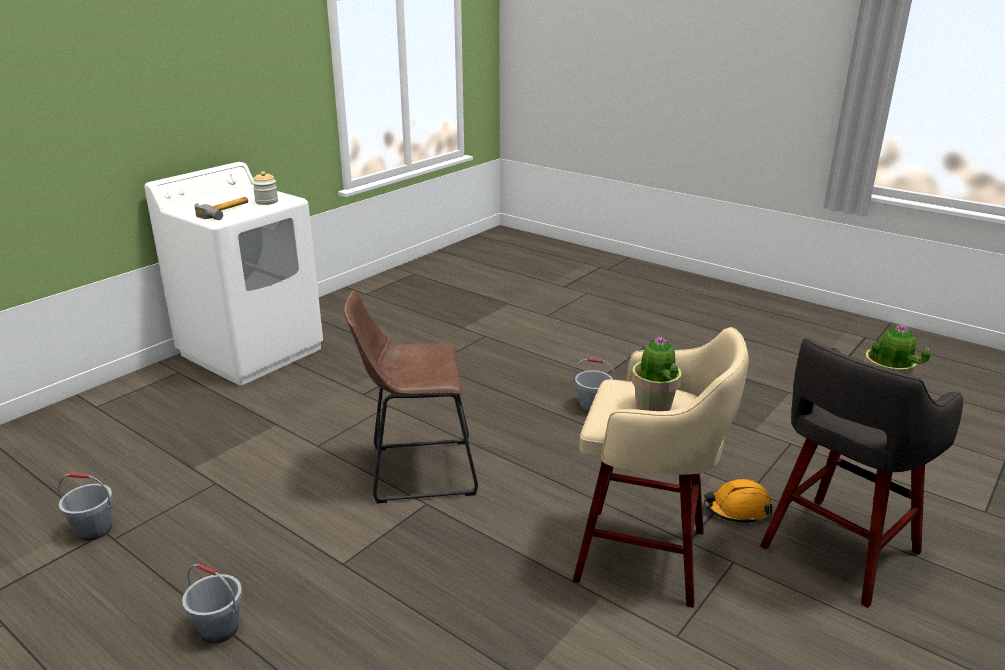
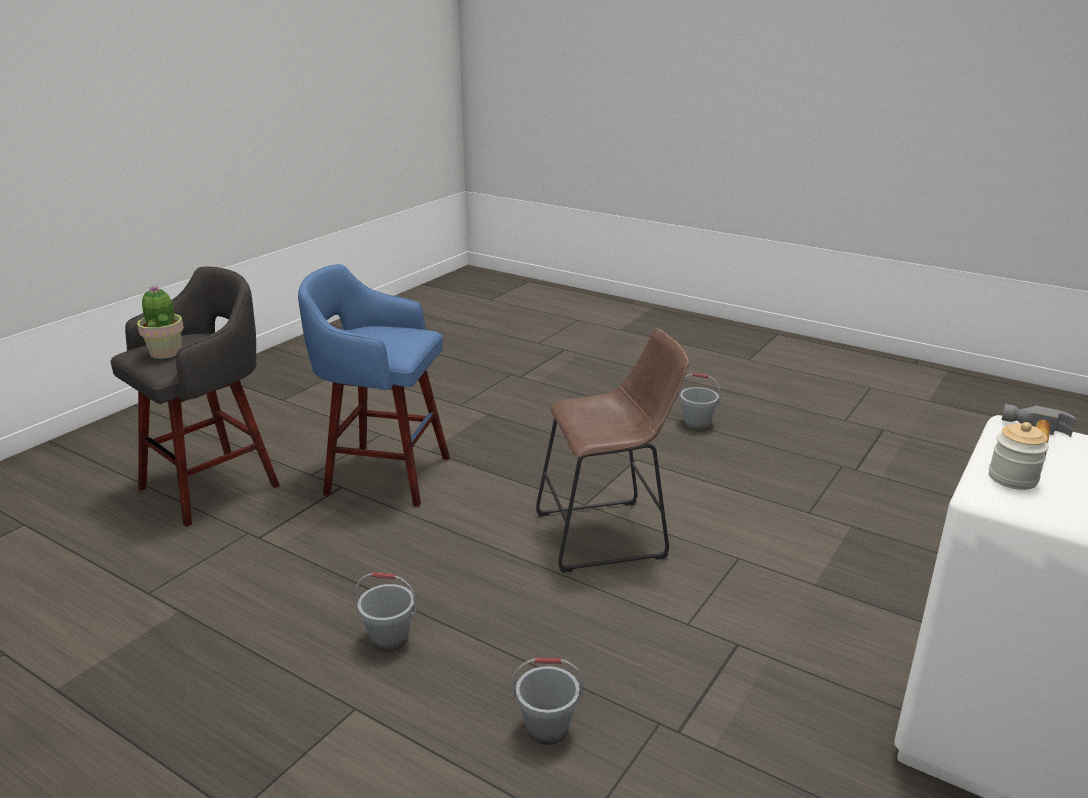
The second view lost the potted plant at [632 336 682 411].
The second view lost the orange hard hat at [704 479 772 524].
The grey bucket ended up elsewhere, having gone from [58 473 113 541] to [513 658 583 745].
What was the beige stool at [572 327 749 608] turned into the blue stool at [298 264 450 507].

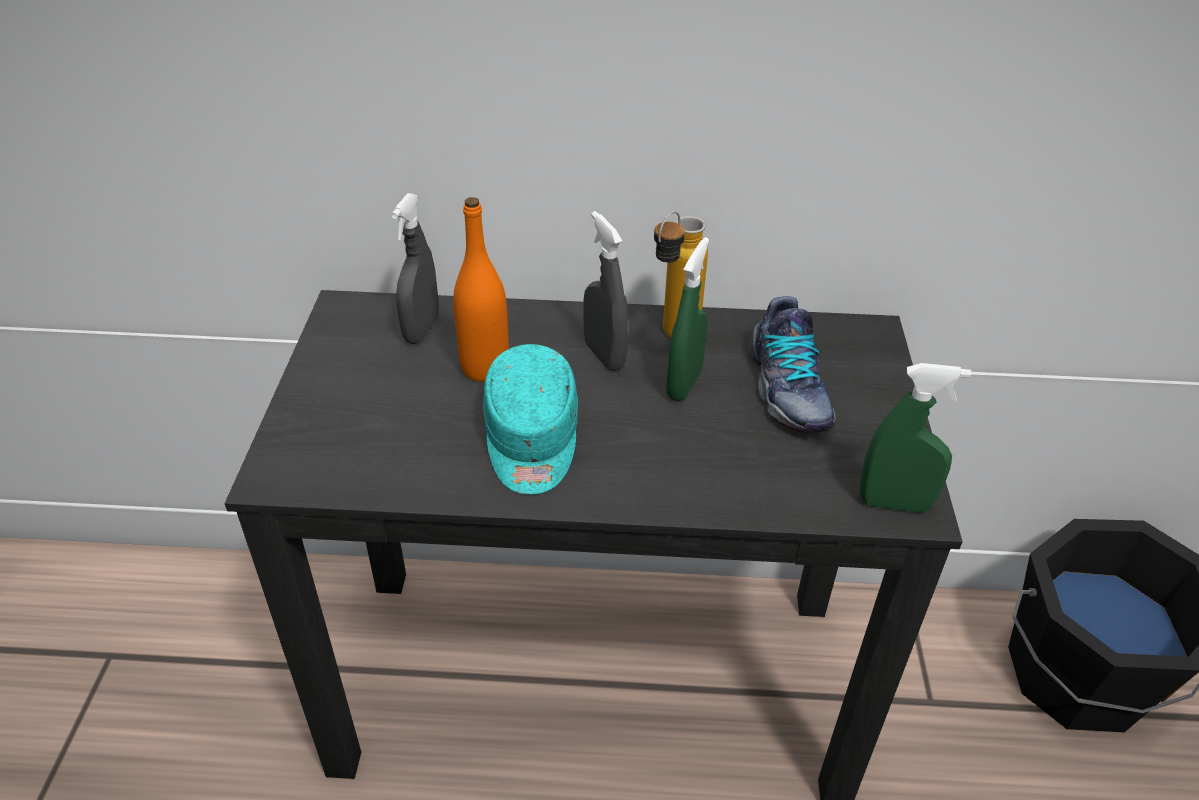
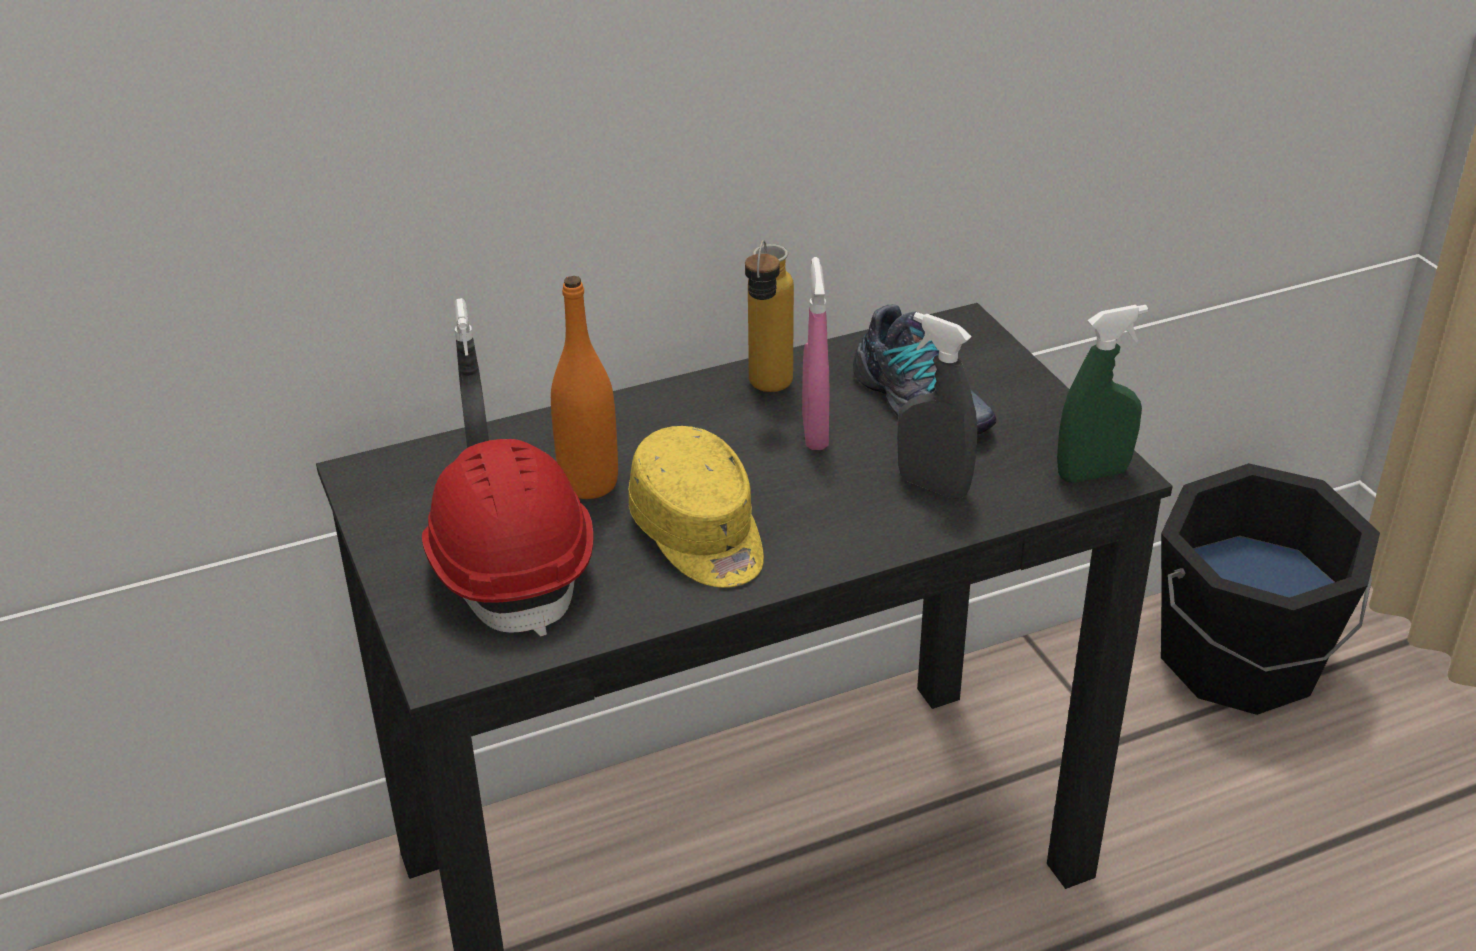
The second view gained the red hard hat at [422 439 594 636].
The grey spray bottle ended up elsewhere, having gone from [583 211 628 371] to [897 312 977 499].
What was the turquoise cap at [483 344 578 495] turned into the yellow cap at [629 426 764 588].
What was the green spray bottle at [666 237 709 401] turned into the pink spray bottle at [802 257 830 450].

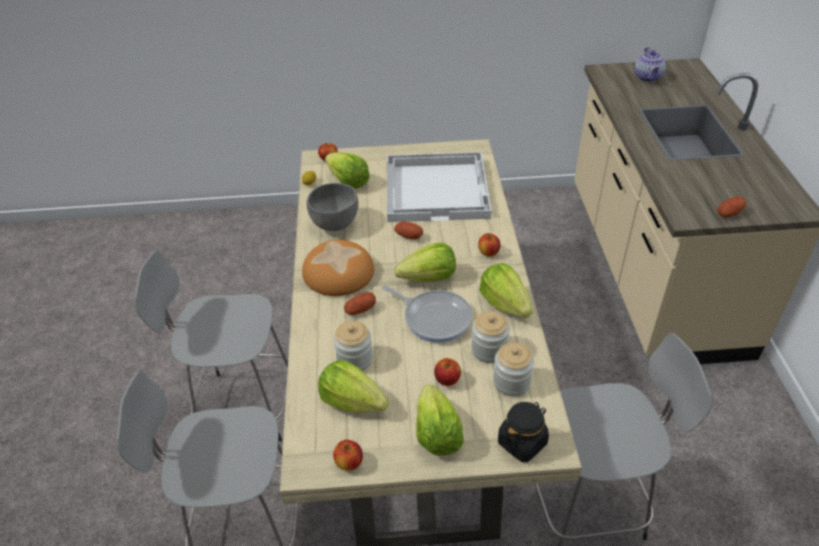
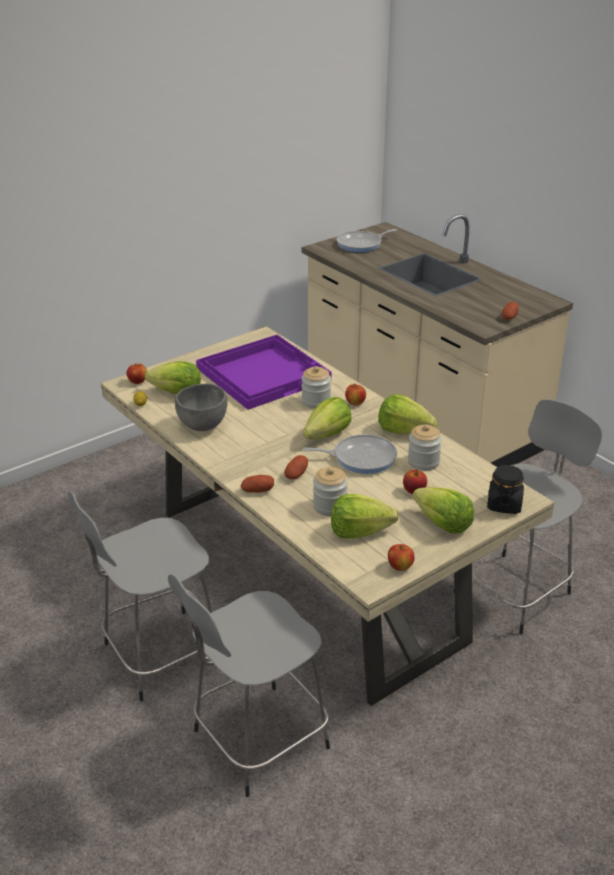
The second view lost the bread at [302 240 374 296].
The potato ended up elsewhere, having gone from [394 222 423 240] to [241 475 274 493].
The jar ended up elsewhere, having gone from [493 343 534 396] to [301 366 331 408].
Where the teapot stood at [634 47 666 82], the frying pan came to stand at [337 229 397 253].
What was the white tray at [387 152 491 222] turned into the purple tray at [196 335 332 410].

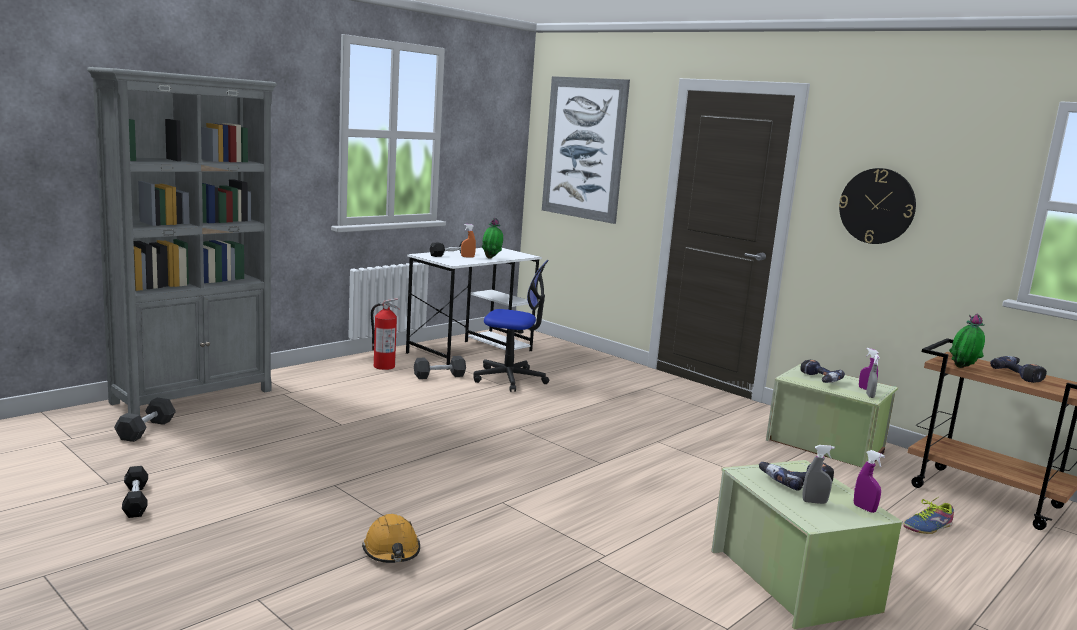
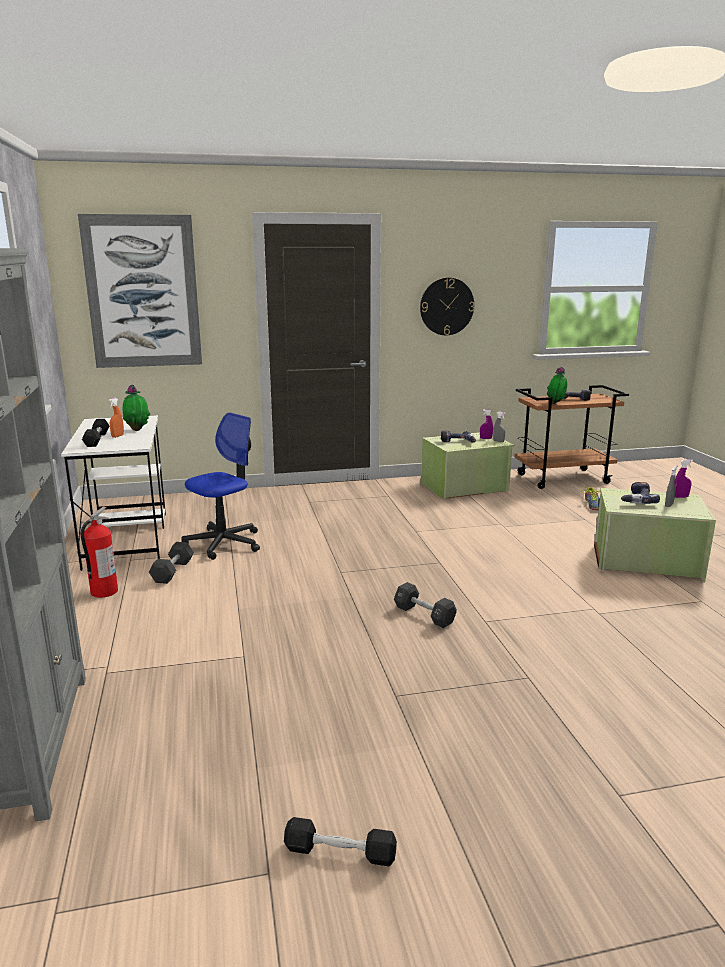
The second view lost the orange hard hat at [362 514 420 563].
The black dumbbell ended up elsewhere, having gone from [114 398 176 442] to [394 582 457 628].

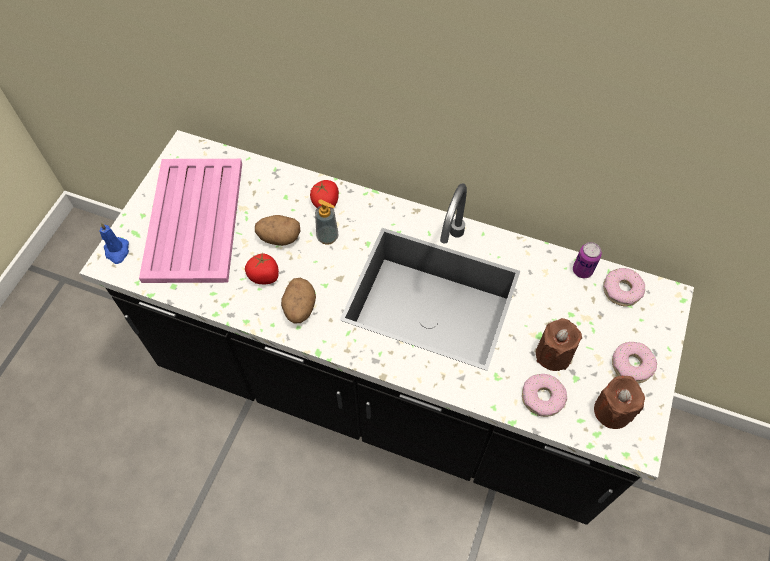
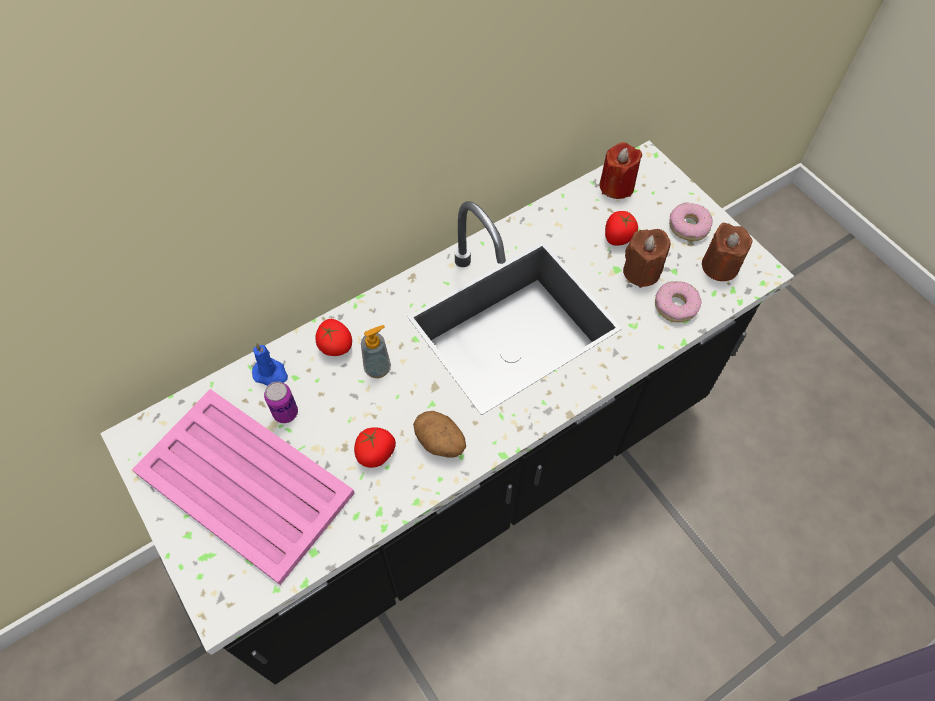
The second view lost the potato at [255 215 300 246].
The second view gained the tomato at [605 211 638 246].
The blue candle ended up elsewhere, having gone from [99 223 129 264] to [252 343 288 386].
The can ended up elsewhere, having gone from [573 242 602 278] to [264 381 298 423].
Where the donut stood at [603 268 645 307], the red candle came to stand at [599 142 642 199].

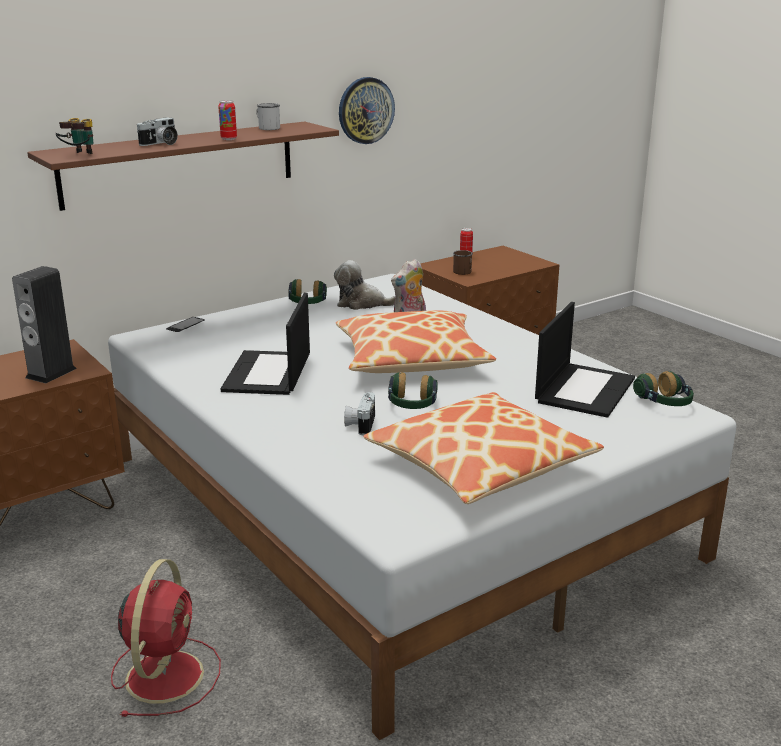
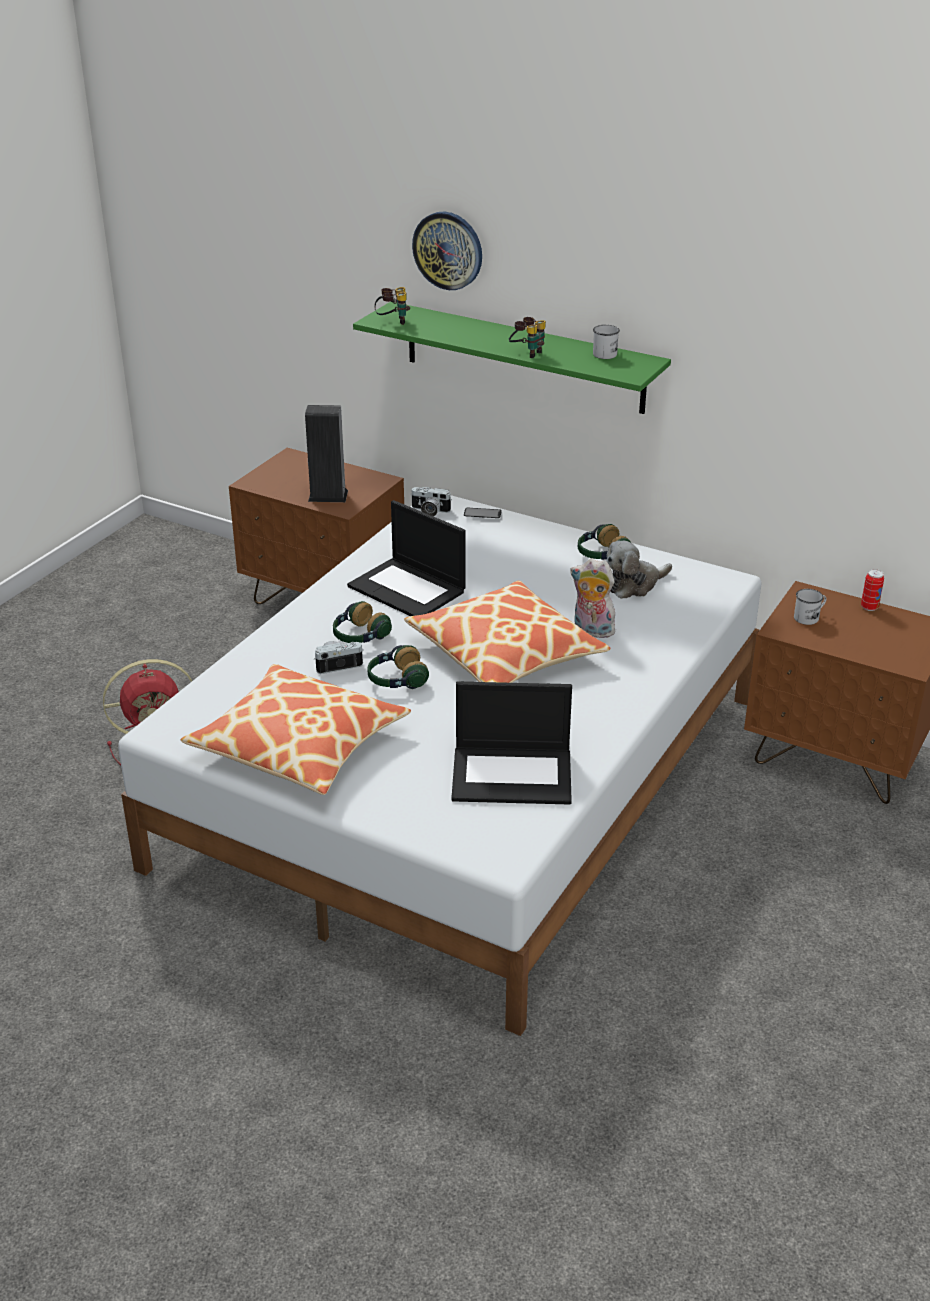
The photo camera ended up elsewhere, having gone from [137 117 178 146] to [410 487 451 517].
The wall clock ended up elsewhere, having gone from [339 77 395 144] to [412 211 482 290].
The headphones ended up elsewhere, having gone from [633 371 694 406] to [333 601 392 643].
Where the can stood at [218 100 237 140], the binoculars came to stand at [509 317 546 358].
What was the brown shelf at [27 122 339 211] turned into the green shelf at [353 302 671 414].
What was the brown mug at [453 250 473 275] turned into the white mug at [794 589 827 625].
The laptop at [220 293 310 395] ended up facing another way, 120 degrees counterclockwise from before.
The plush toy at [334 260 396 310] ended up facing another way, 105 degrees counterclockwise from before.

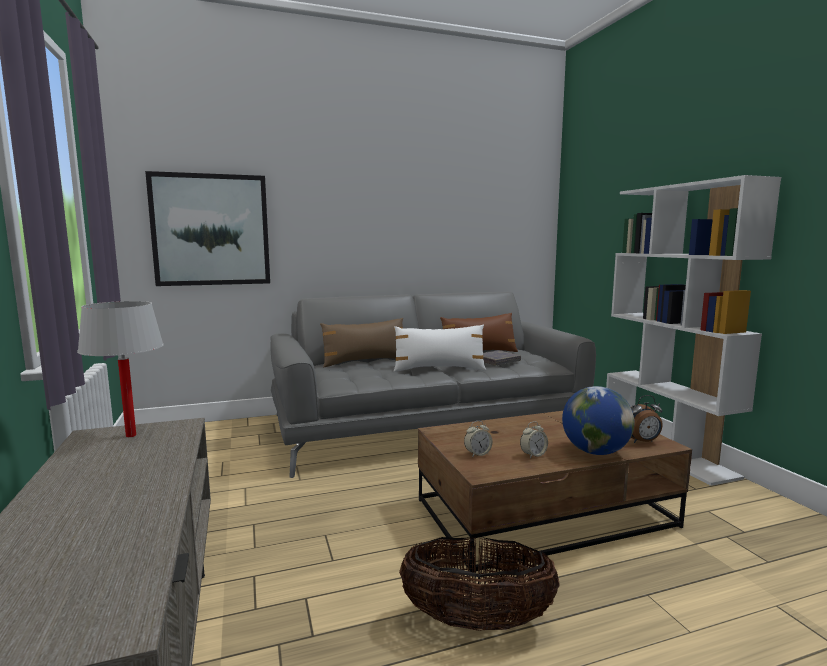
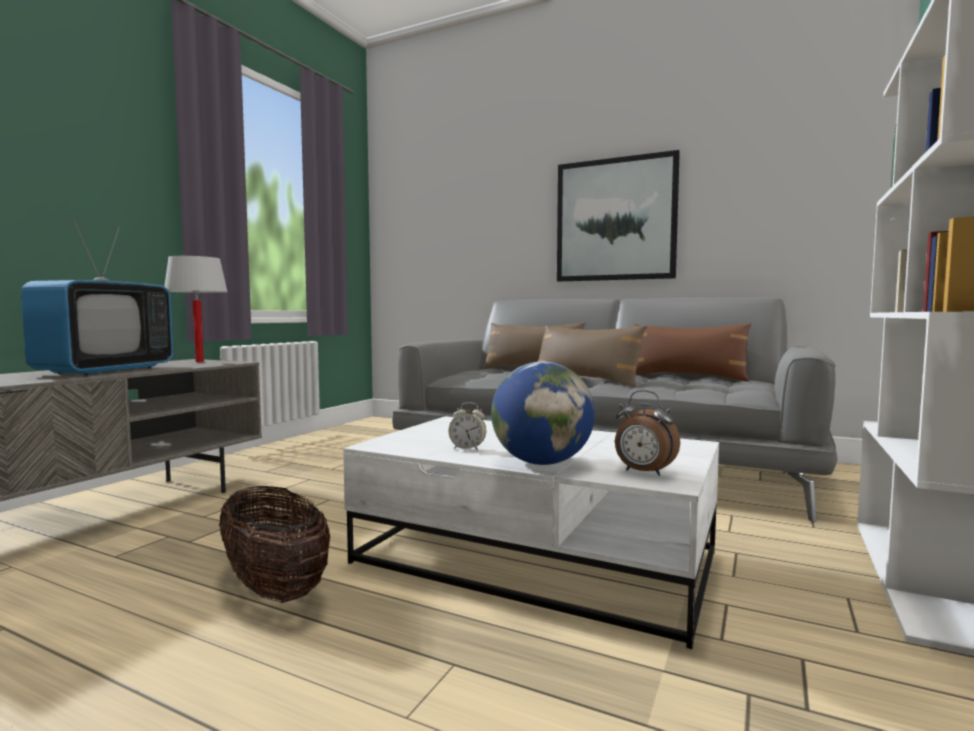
The second view lost the alarm clock at [464 421 493 457].
The second view lost the grey book at [483 350 521 365].
The second view gained the television at [21 218 174 375].
The picture ended up elsewhere, having gone from [145 171 270 286] to [557 150 680 281].
What was the white pillow at [394 325 486 372] turned into the brown pillow at [538 325 647 387].
What was the brown coffee table at [418 411 692 572] turned into the white coffee table at [343 416 719 649].

